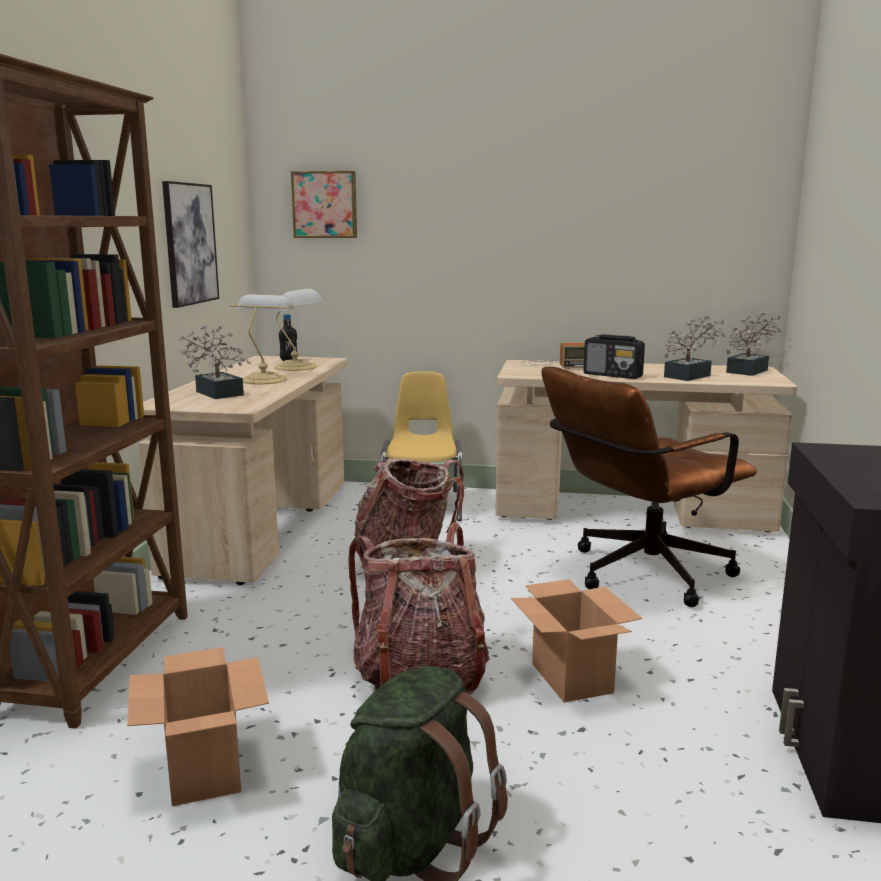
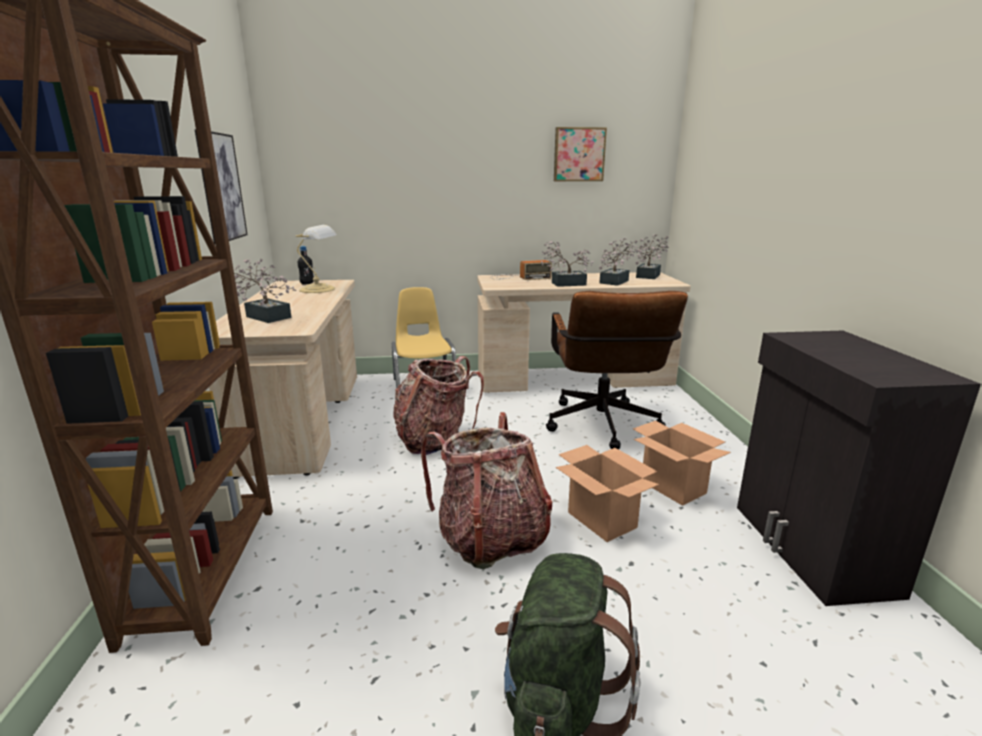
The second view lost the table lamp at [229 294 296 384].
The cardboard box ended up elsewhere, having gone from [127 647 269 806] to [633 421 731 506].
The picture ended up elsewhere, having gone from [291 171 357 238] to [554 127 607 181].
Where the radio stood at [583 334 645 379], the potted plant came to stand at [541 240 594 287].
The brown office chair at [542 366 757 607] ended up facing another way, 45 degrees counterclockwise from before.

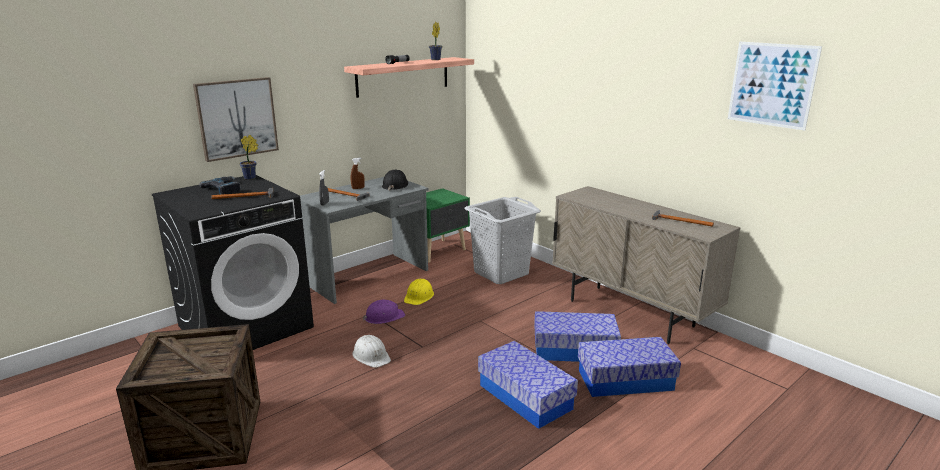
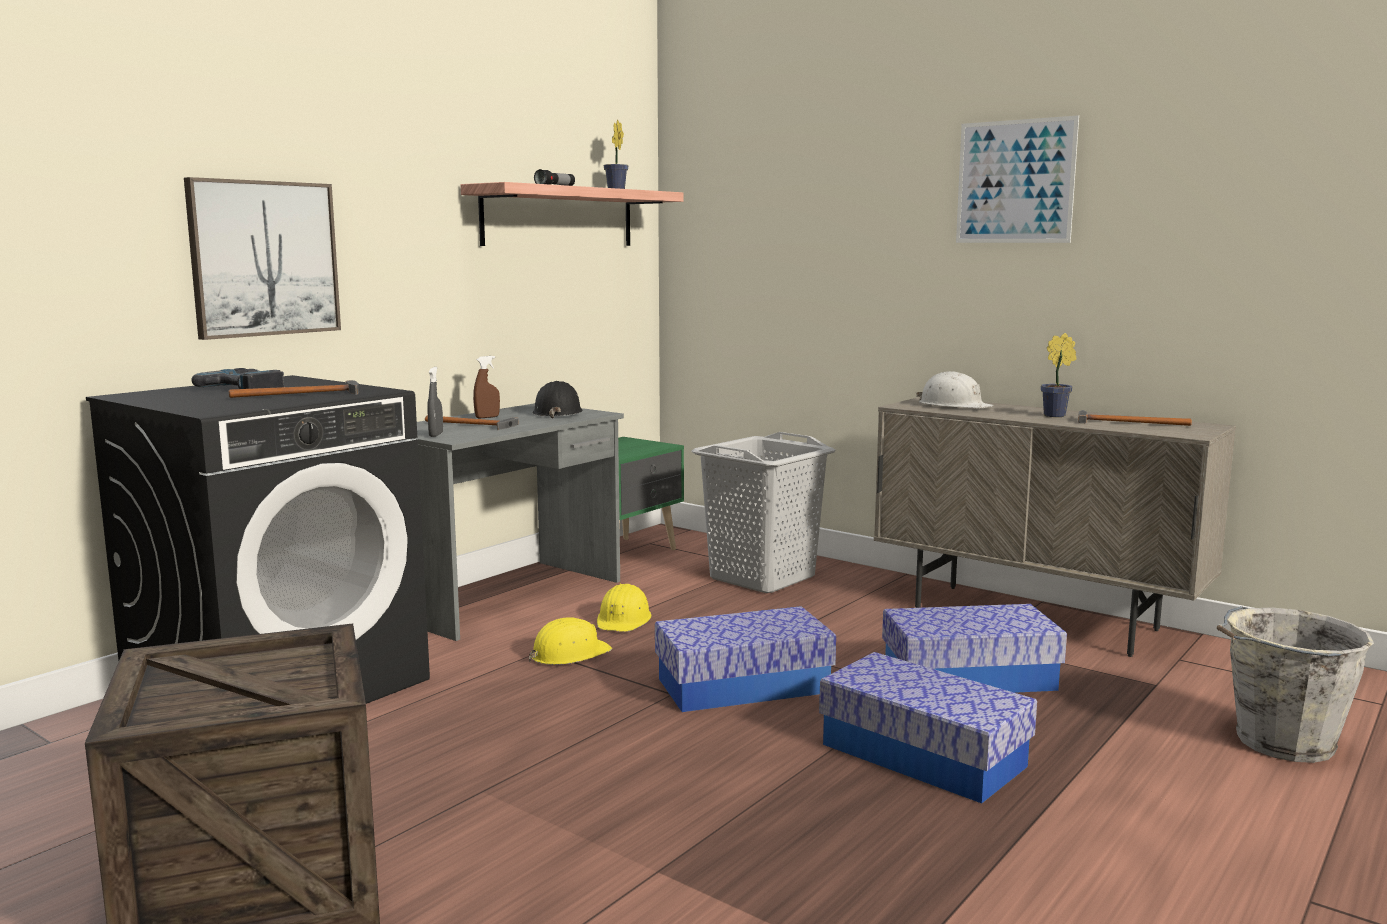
The second view gained the grey bucket at [1217 606 1374 763].
The potted plant ended up elsewhere, having gone from [239 135 258 180] to [1041 333 1076 417].
The white hard hat ended up elsewhere, having gone from [352 335 391 368] to [916 371 994 408].
The storage box ended up elsewhere, having gone from [578 337 681 397] to [655 606 836 712].
The picture ended up elsewhere, having gone from [728 42 822 131] to [956 115 1079 243].
What was the purple hard hat at [363 300 405 324] turned into the yellow hard hat at [529 617 612 665].

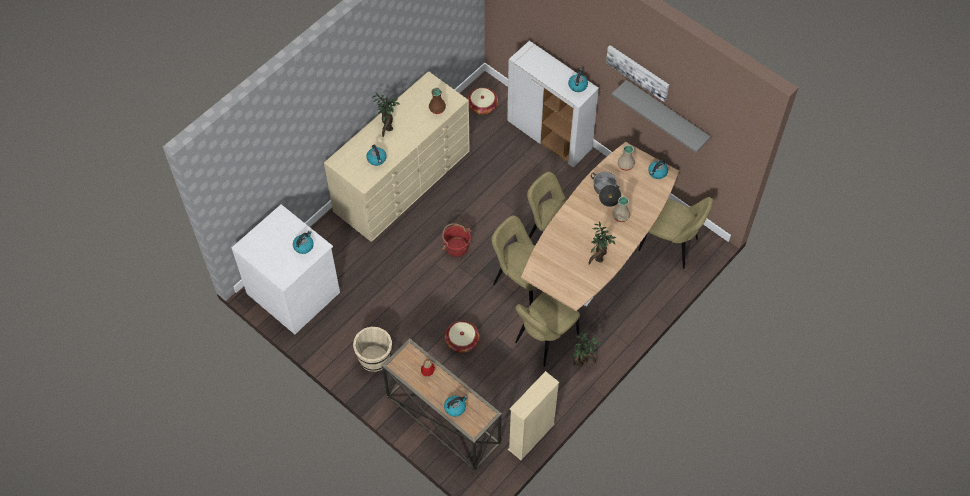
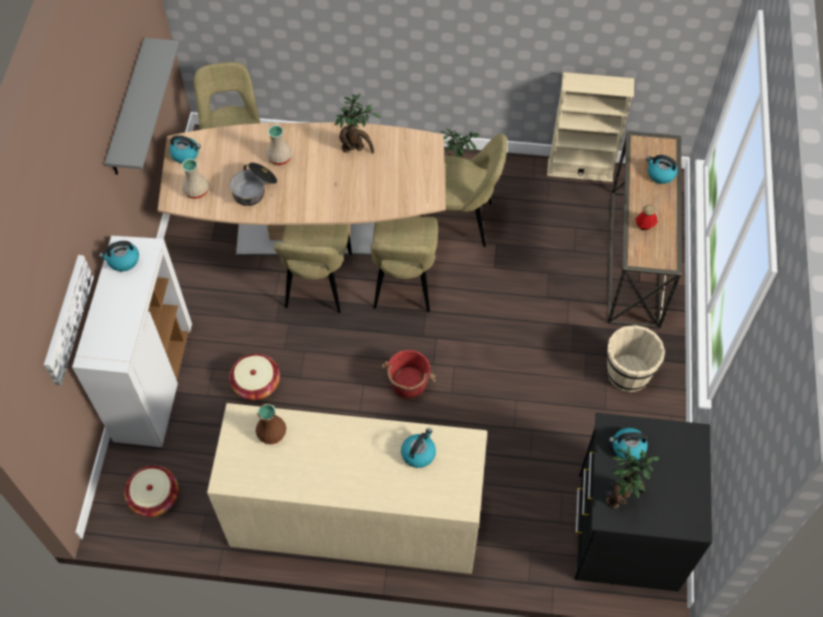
The potted plant ended up elsewhere, having gone from [372 92 400 137] to [606 446 659 509].
The basket ended up elsewhere, having gone from [445 321 479 353] to [229 354 280 400].
The picture ended up elsewhere, having gone from [606 45 669 102] to [44 255 94 385].
What was the white dresser at [231 204 340 334] turned into the black dresser at [575 413 712 591].

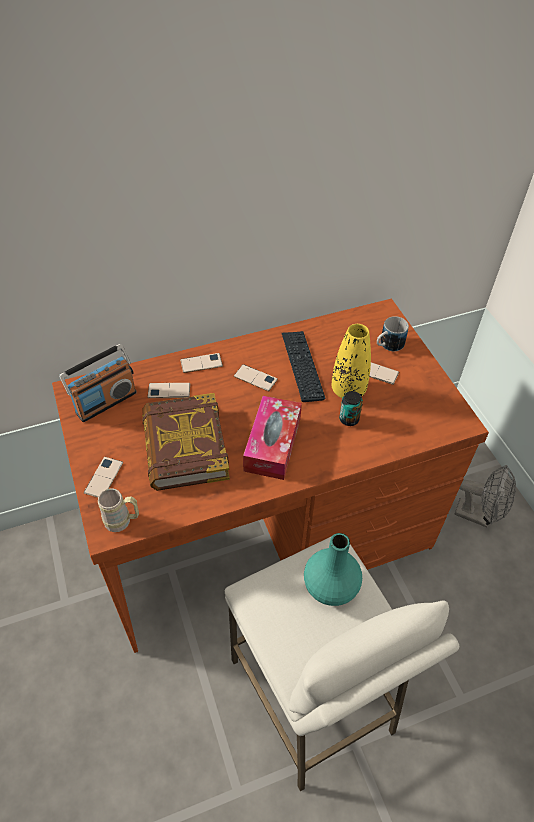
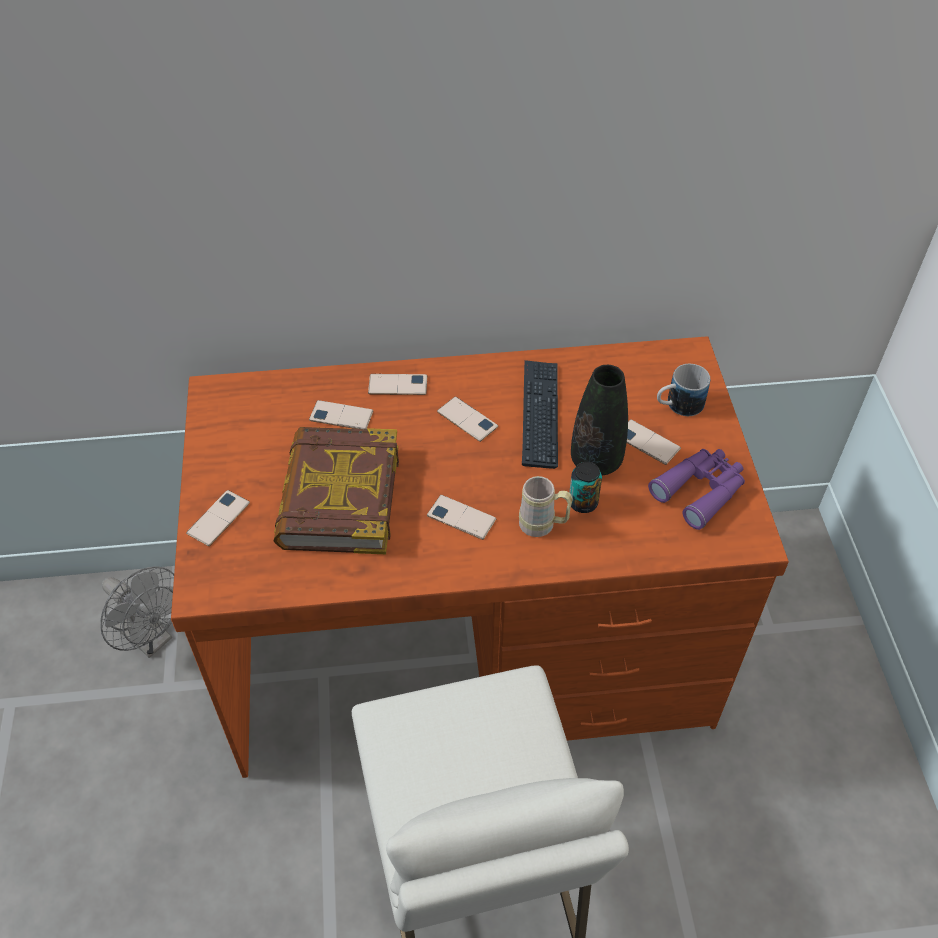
The second view lost the radio at [59 344 137 422].
The second view lost the turquoise vase at [304 533 362 606].
The second view gained the purple binoculars at [648 449 745 530].
The beige mug ended up elsewhere, having gone from [98 488 139 532] to [519 476 573 537].
The grey fan ended up elsewhere, having gone from [454 465 516 528] to [100 566 174 658].
Where the tissue box stood at [243 396 302 480], the phone came to stand at [427 495 496 540].
What was the yellow vase at [332 324 371 398] turned into the black vase at [571 365 628 476].

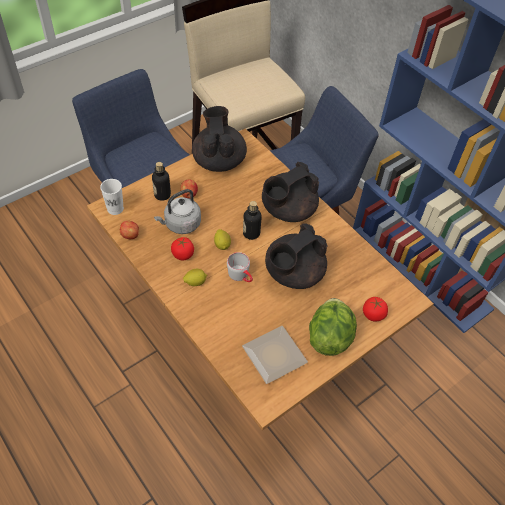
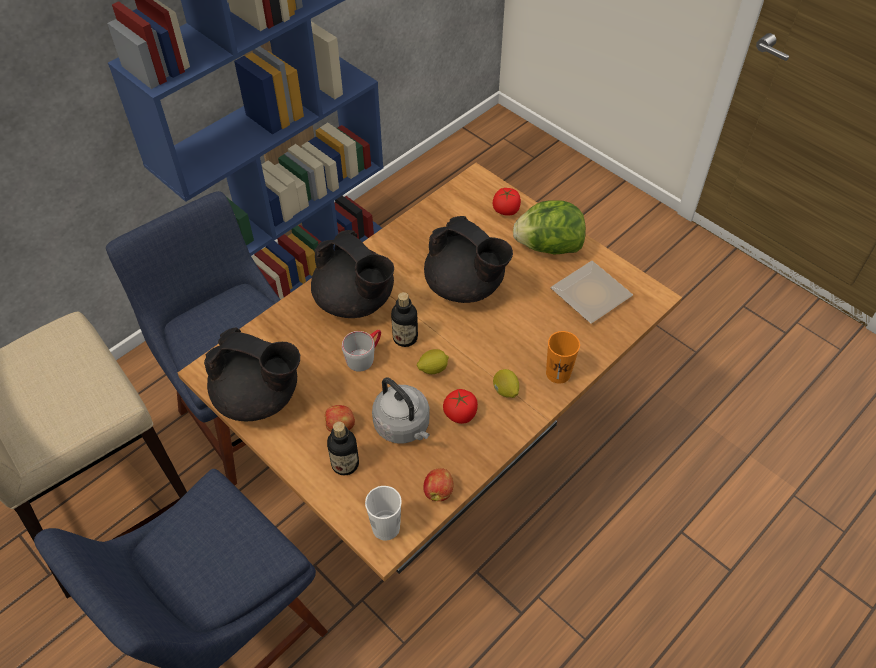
The second view gained the orange cup at [546 331 580 384].
The grey mug ended up elsewhere, having gone from [227 252 253 282] to [342 330 381 372].
The black teapot at [192 106 247 172] ended up facing another way, 150 degrees counterclockwise from before.

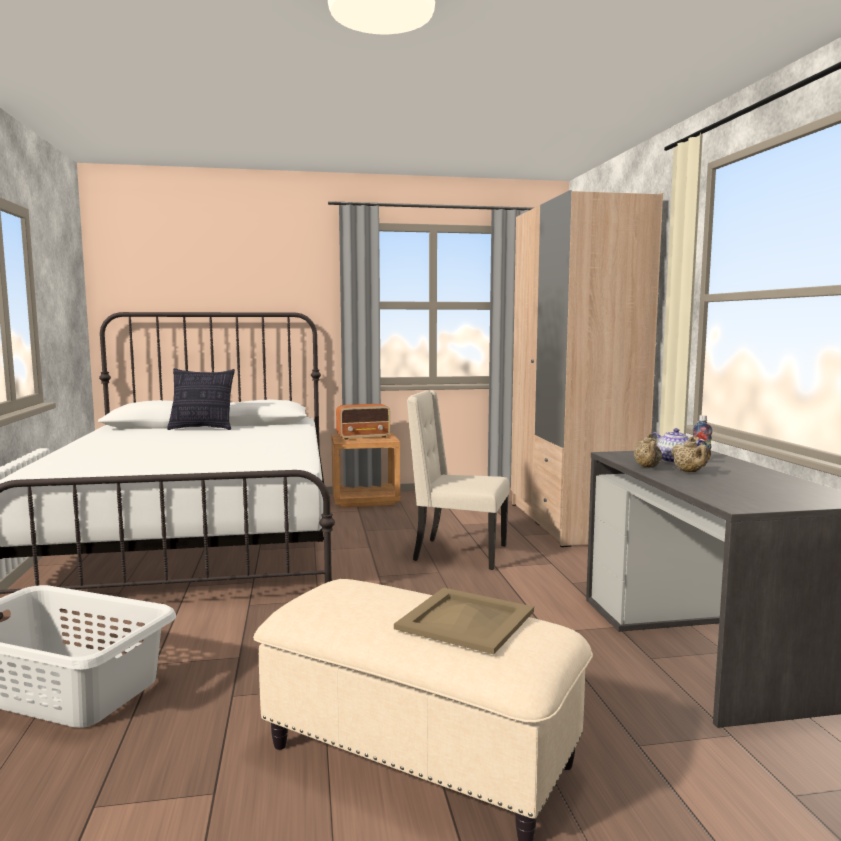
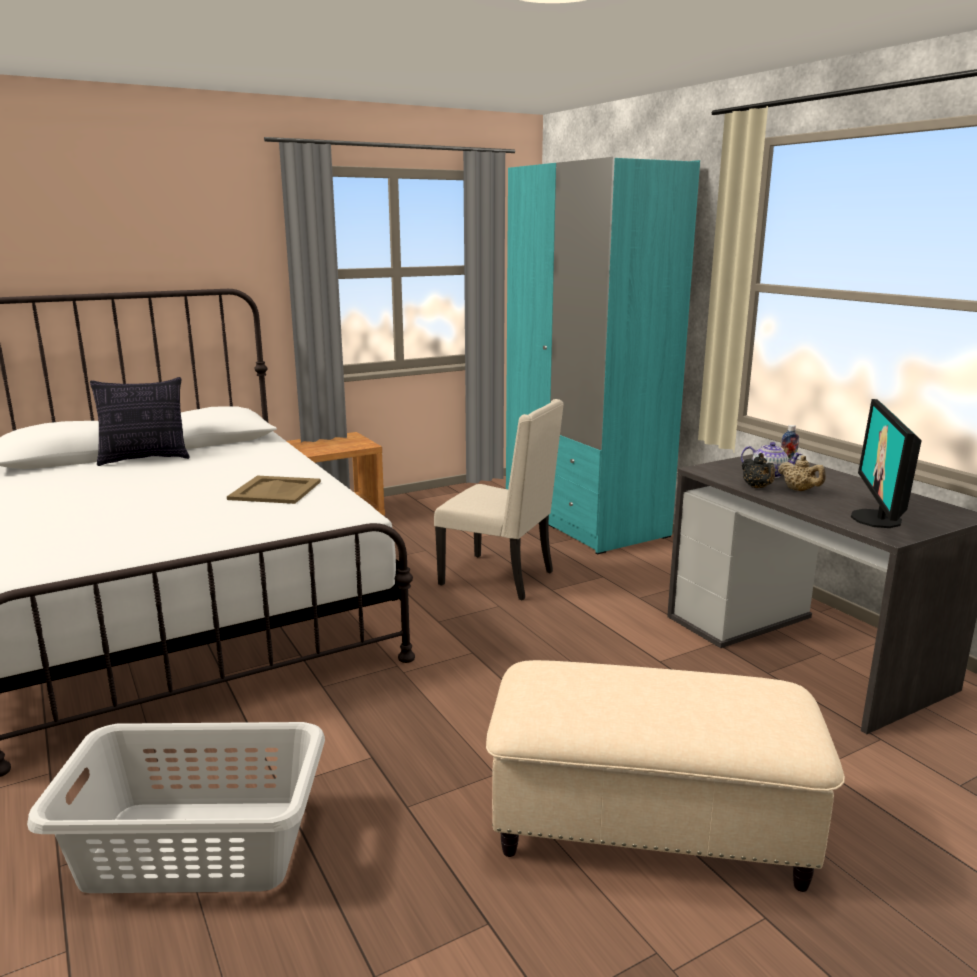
The second view lost the radio at [336 404 390 440].
The second view gained the monitor at [851 399 922 528].
The beige tray ended up elsewhere, having gone from [394 588 534 654] to [227 476 321 504].
What was the beige wardrobe at [511 190 663 547] turned into the turquoise wardrobe at [506 157 700 554].
What was the beige teapot at [634 433 662 468] turned into the black teapot at [742 453 775 488].
The beige chair at [407 390 510 570] ended up facing another way, 150 degrees counterclockwise from before.

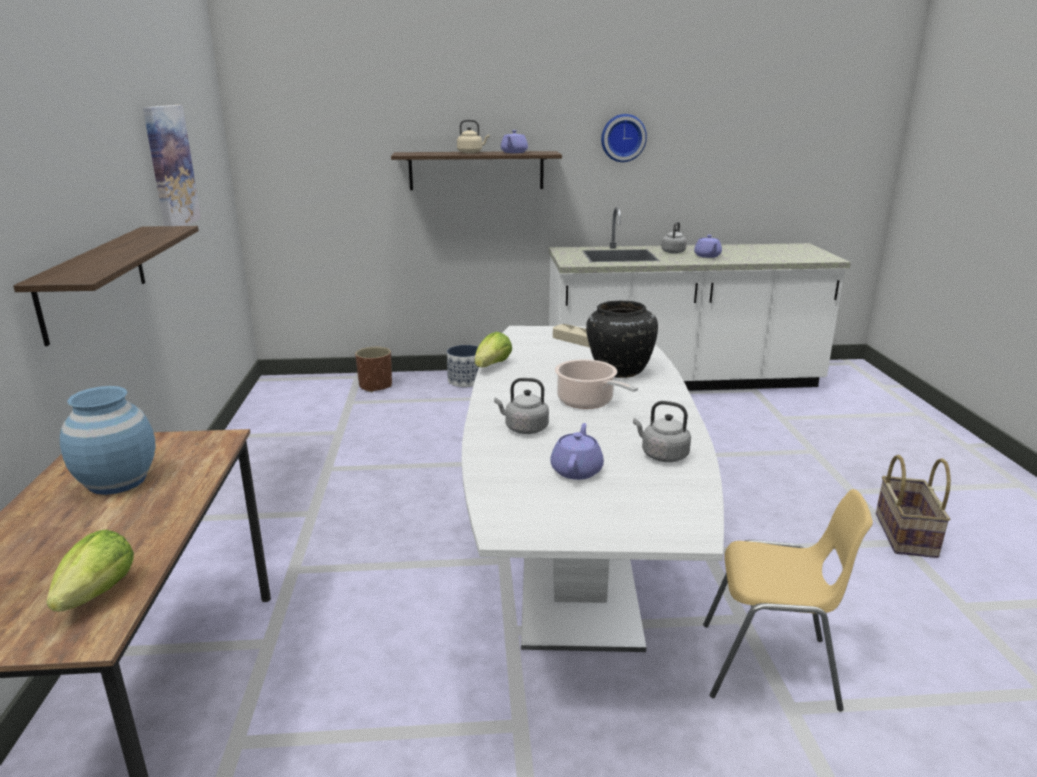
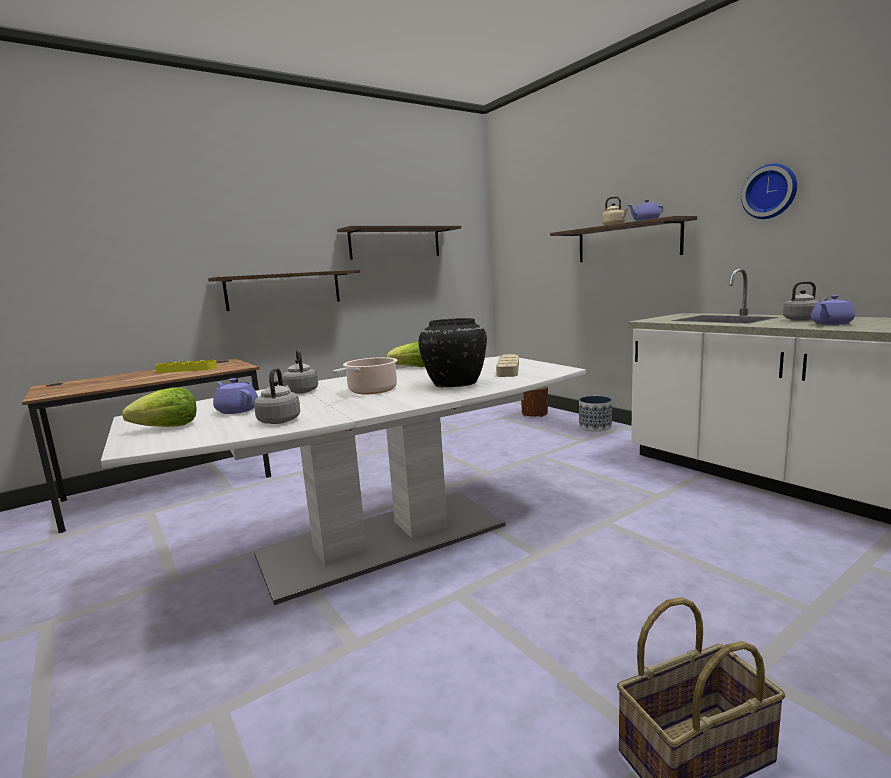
The second view lost the yellow chair at [703 489 873 711].
The lettuce ended up elsewhere, having gone from [46 530 134 612] to [122 387 197 427].
Where the blue vase stood at [60 386 156 495], the yellow tray came to stand at [155 360 217 373].
Where the picture hung at [143 105 201 226], the shelf came to hang at [337 226 462 260].
The purple teapot at [550 423 604 480] ended up facing another way, 120 degrees counterclockwise from before.

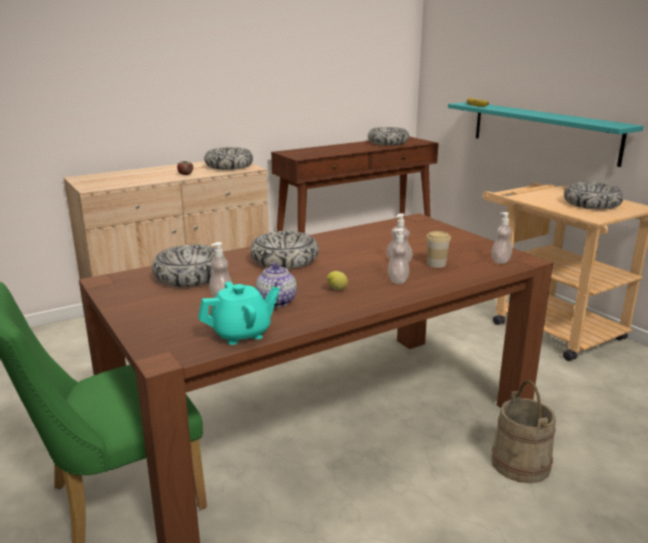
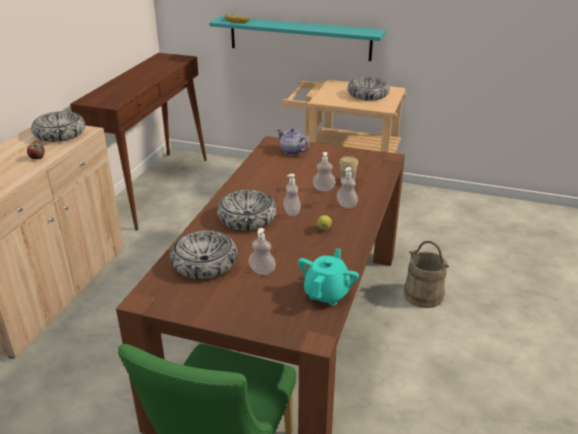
The second view lost the bowl at [368 127 409 145].
The teapot ended up elsewhere, having gone from [256 263 297 307] to [277 128 309 155].
The soap dispenser ended up elsewhere, having gone from [491 212 512 264] to [283 174 301 216].

